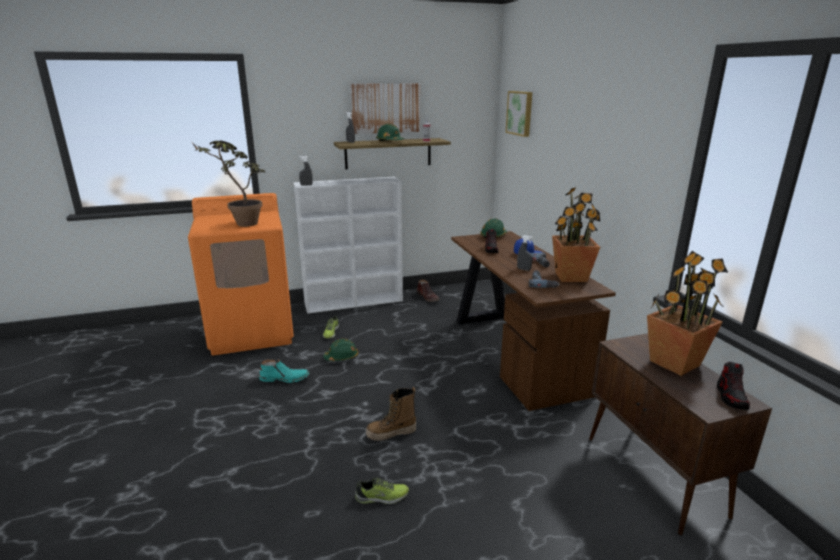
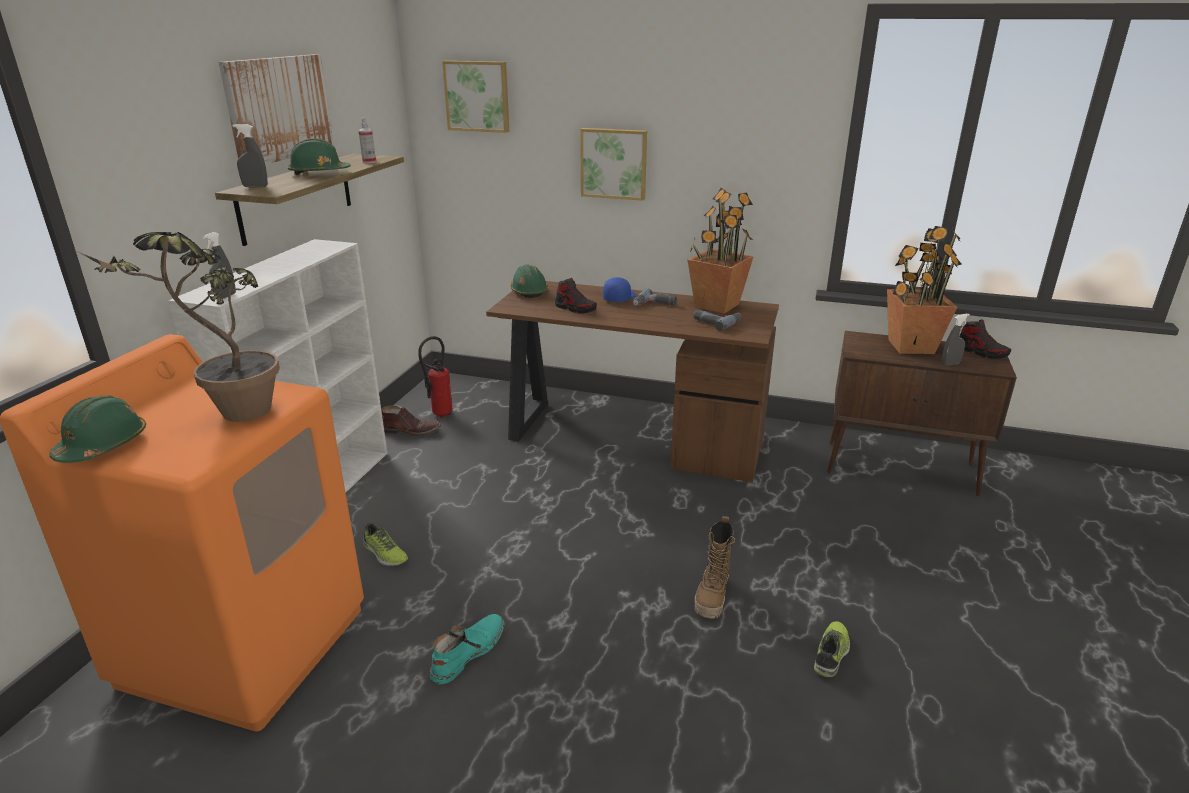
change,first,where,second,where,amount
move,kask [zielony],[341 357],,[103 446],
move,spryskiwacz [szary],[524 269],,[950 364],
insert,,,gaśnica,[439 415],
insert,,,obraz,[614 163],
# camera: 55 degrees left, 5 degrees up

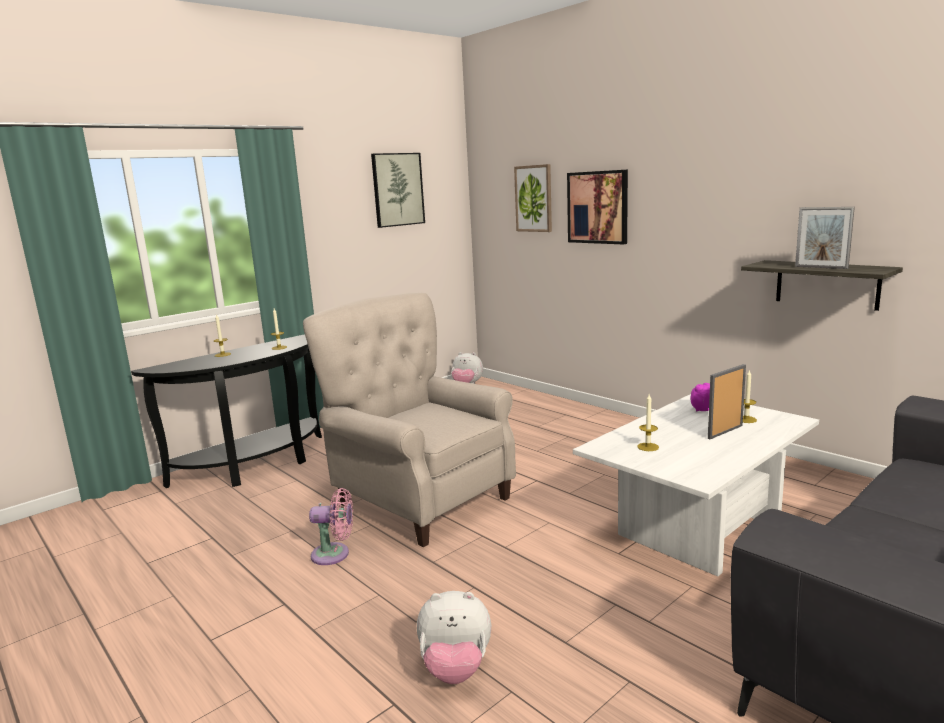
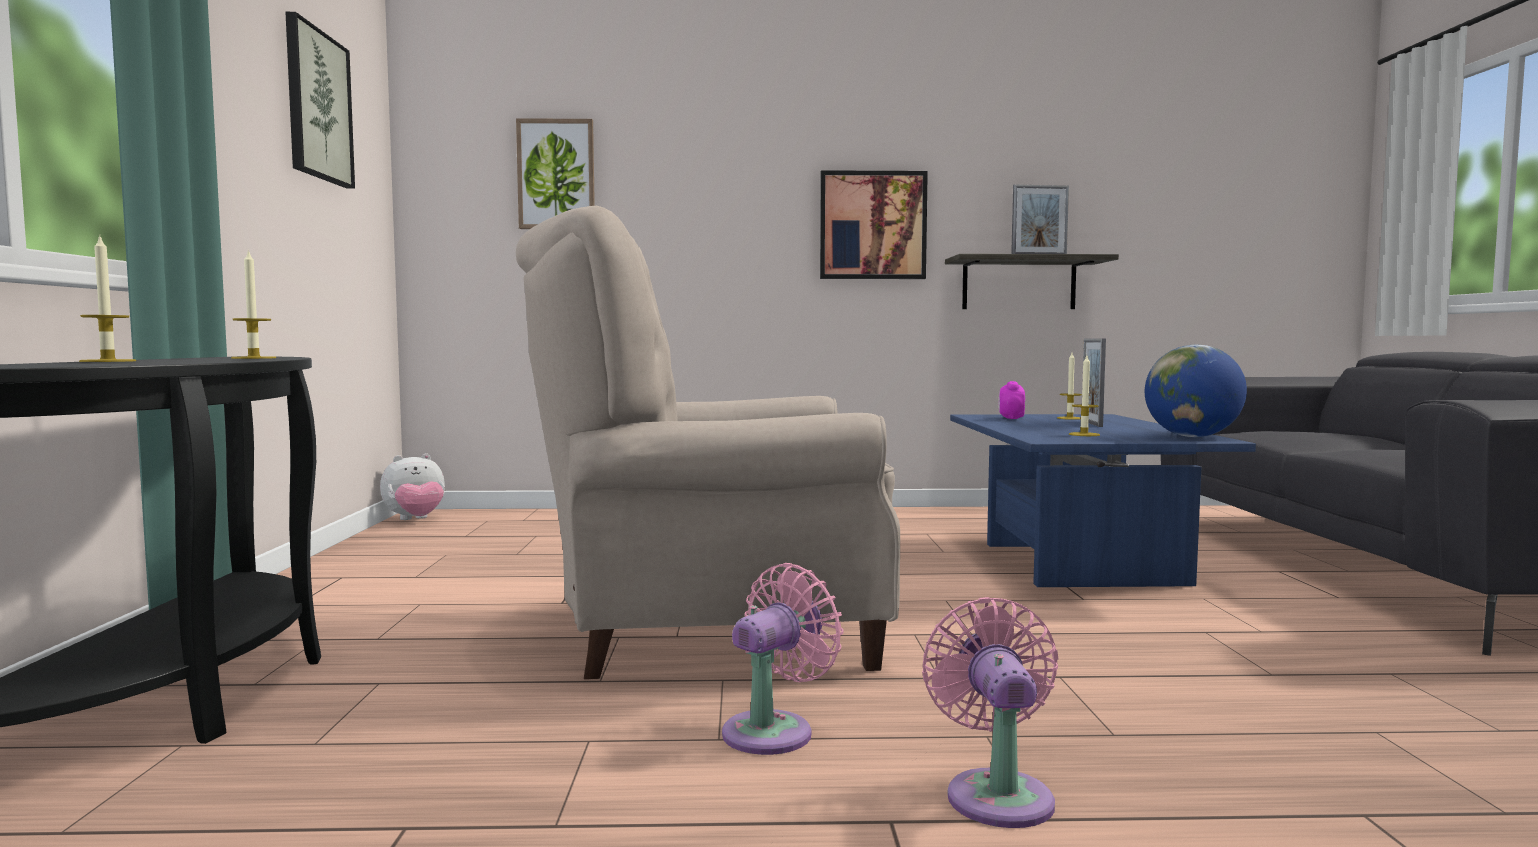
change,first,where,second,where,amount
delete,pluszak,[455 669],,,
move,obraz,[598 207],,[872 225],
recolor,ława [biały],[696 526],ława [niebieski],[1074 563],
insert,,,wentylator [różowy],[997 793],
insert,,,globus,[1192 436],
# camera: 50 degrees left, 10 degrees down

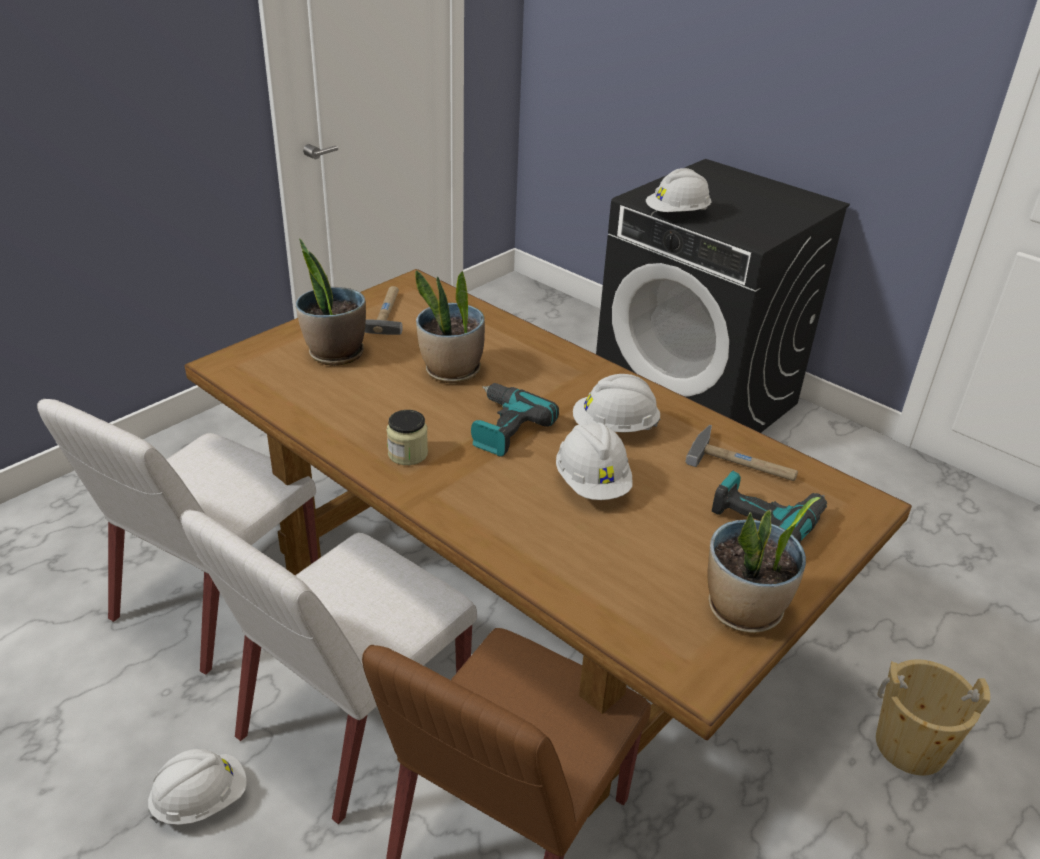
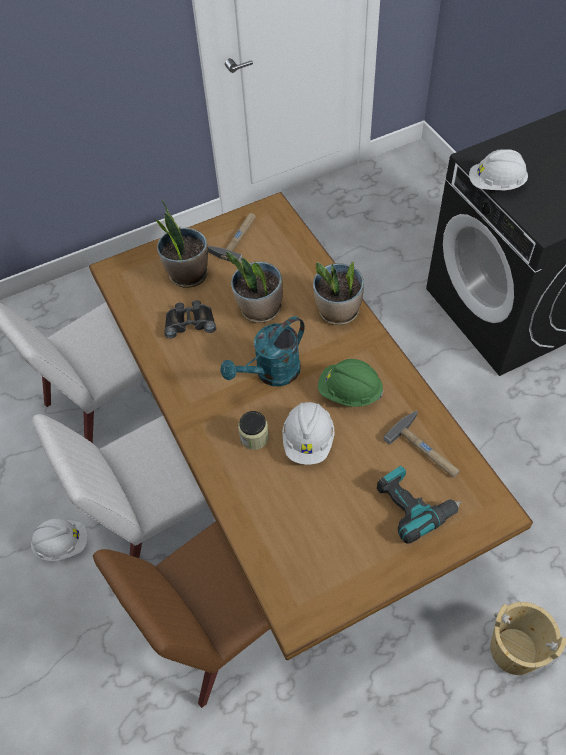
change,first,where,second,where,amount
move,słoik,[408 454],,[254 437],
replace,wiertarka,[503 428],konewka [turkusowy],[271 374],
recolor,kask [biały],[614 428],kask [zielony],[349 392],
move,roślina doniczkowa,[744 610],,[338 312],
insert,,,lornetka [czarny],[190 322],
# camera: 25 degrees right, 20 degrees up

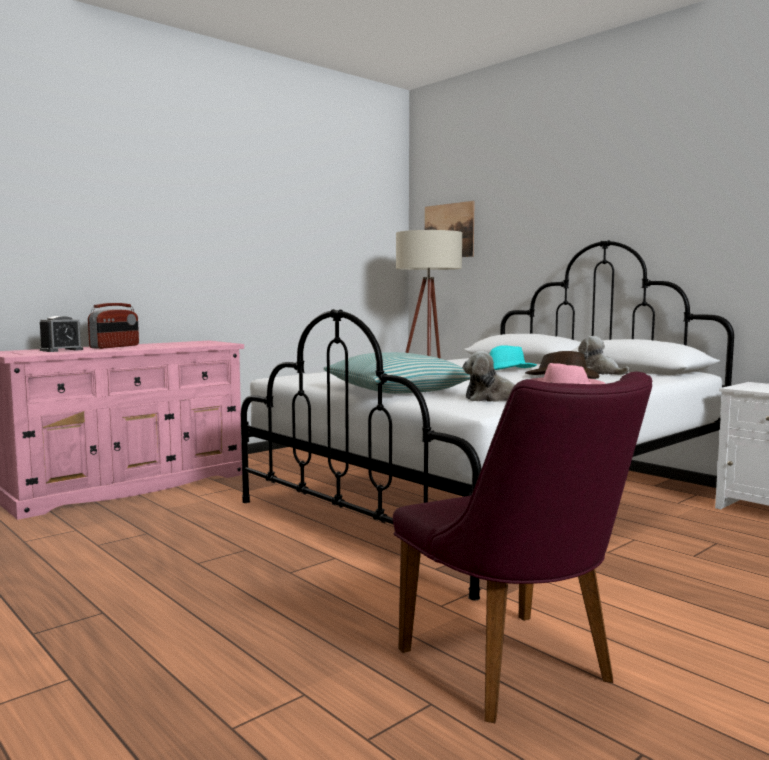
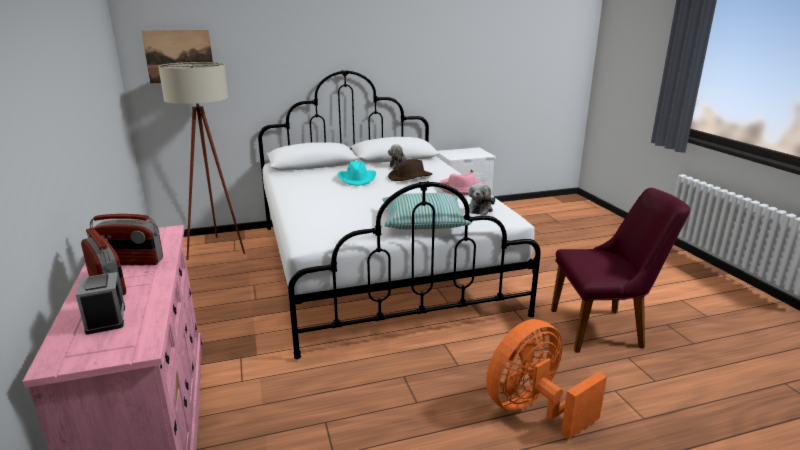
change,first,where,second,where,amount
insert,,,radio,[130 262],
insert,,,wentylator [pomarańczowy],[533 409],
# camera: 65 degrees left, 15 degrees up

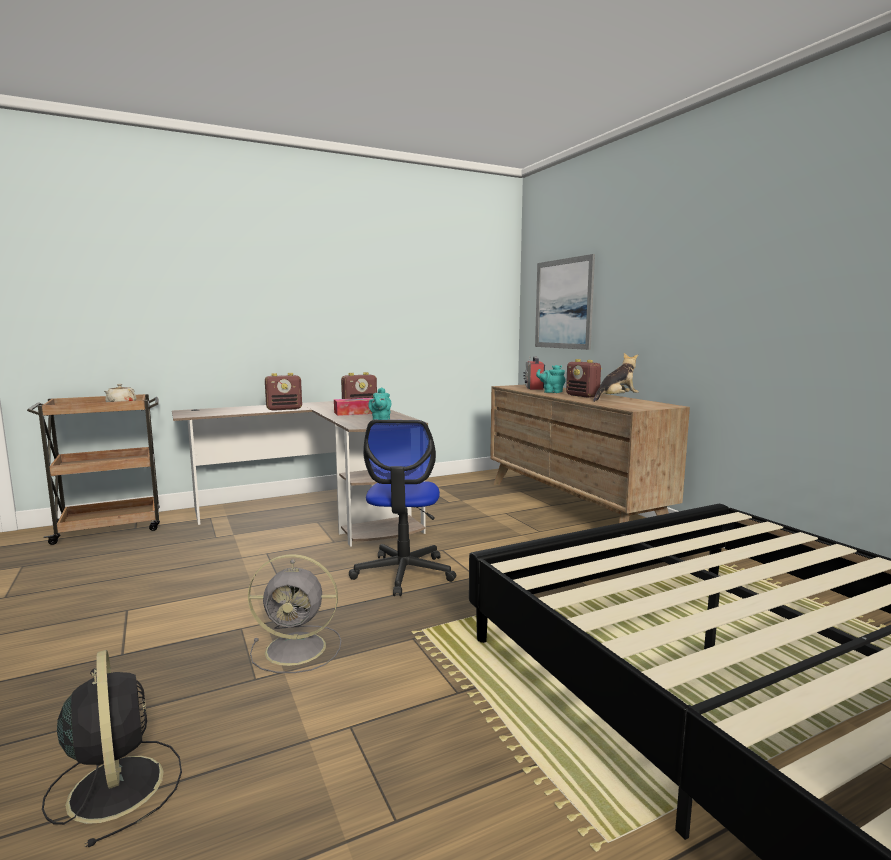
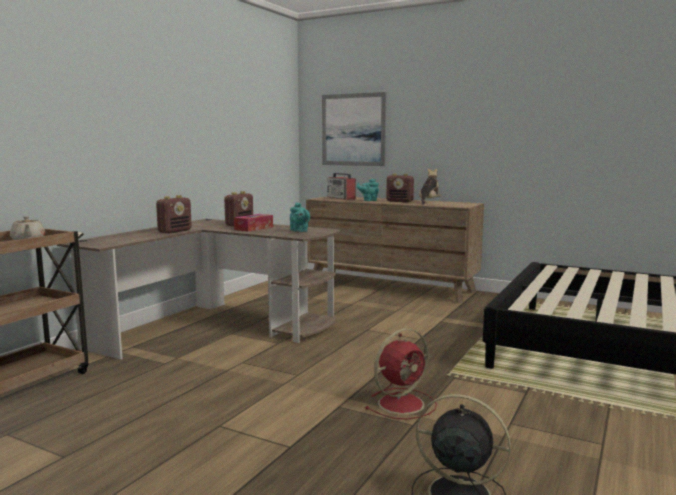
change,first,where,second,where,amount
recolor,wentylator [szary],[298 648],wentylator [czerwony],[402 403],
delete,krzesło biurowe,[403 573],,,
# camera: 35 degrees left, 0 degrees up

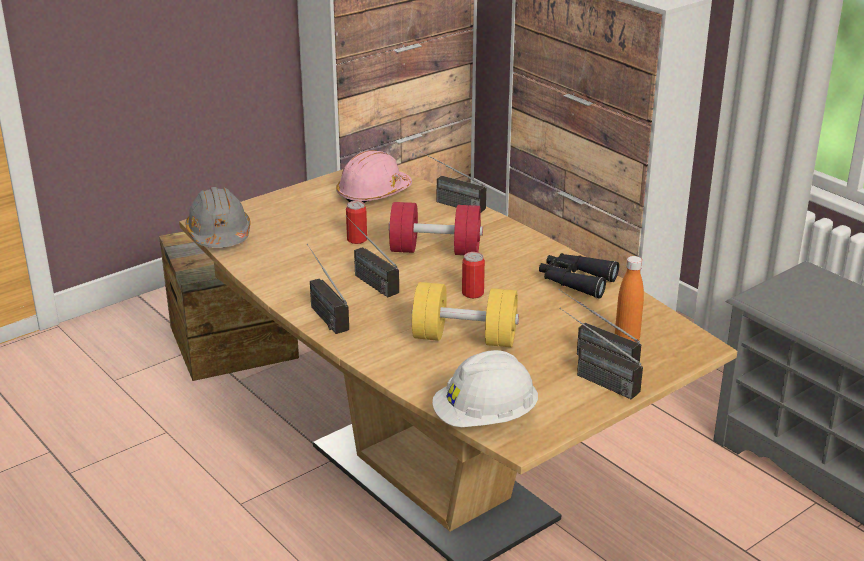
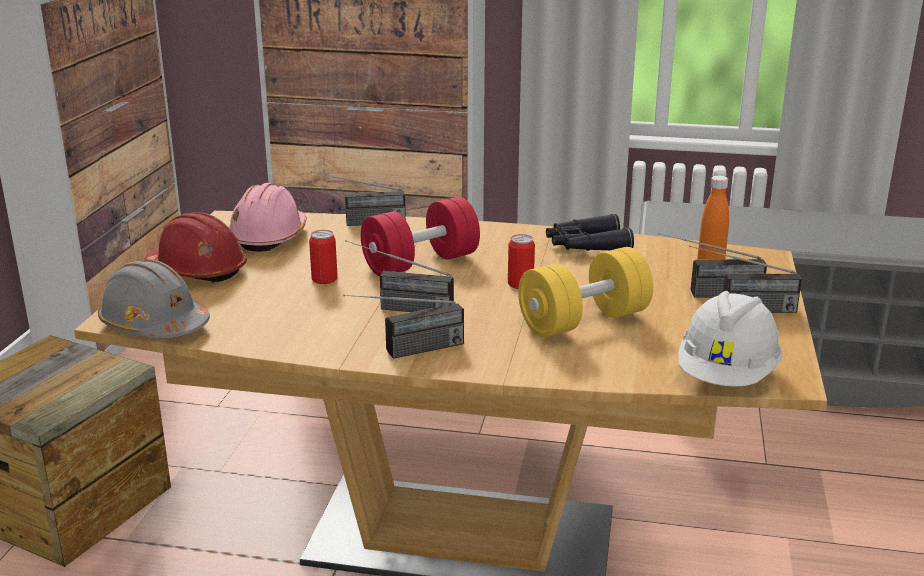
change,first,where,second,where,amount
rotate,radio,[321 311],,[406 352],45 degrees counterclockwise
insert,,,kask [czerwony],[198 270],
# camera: 40 degrees left, 5 degrees down

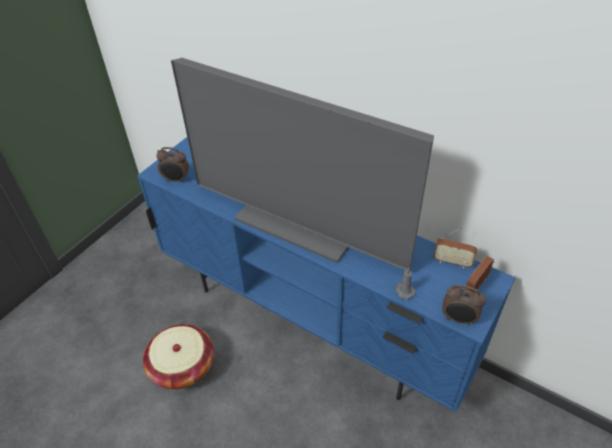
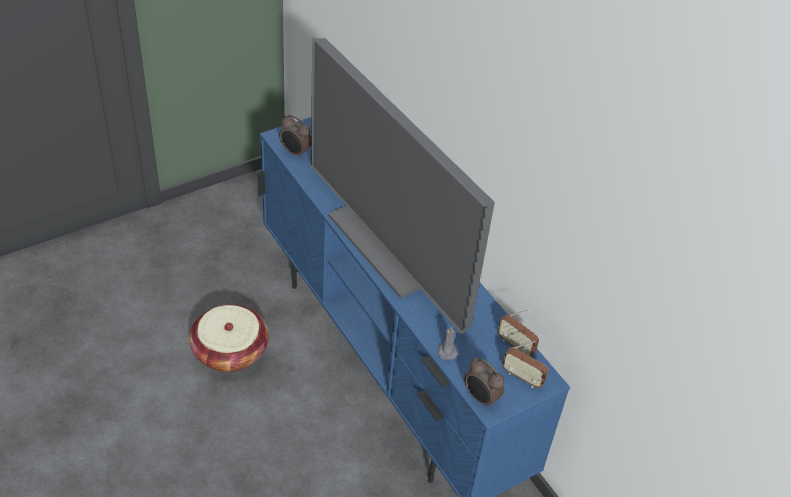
change,first,where,second,where,amount
rotate,radio,[476 286],,[522 377],120 degrees counterclockwise
# camera: 20 degrees right, 0 degrees up

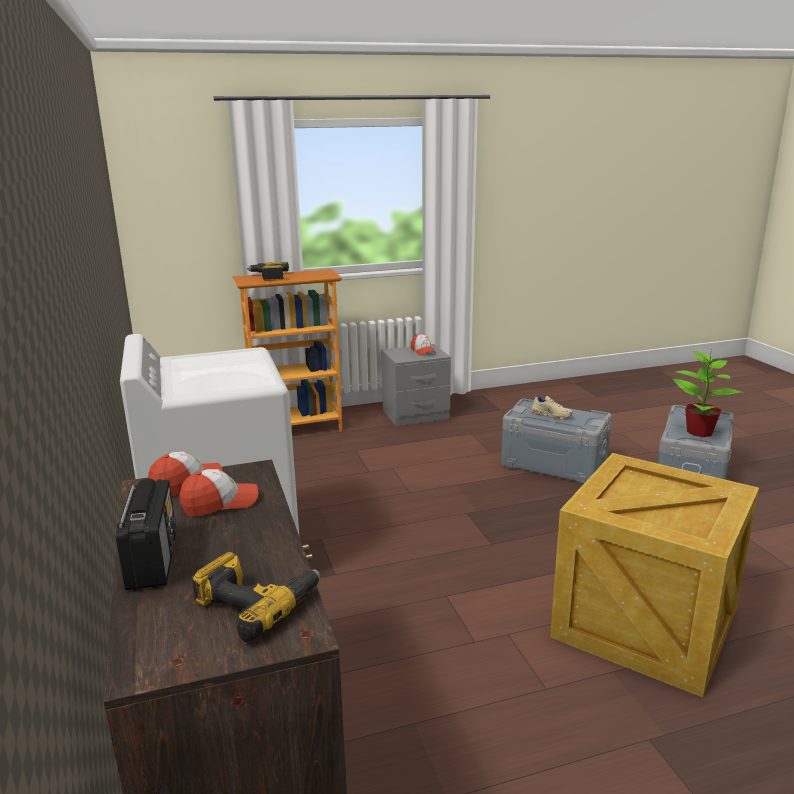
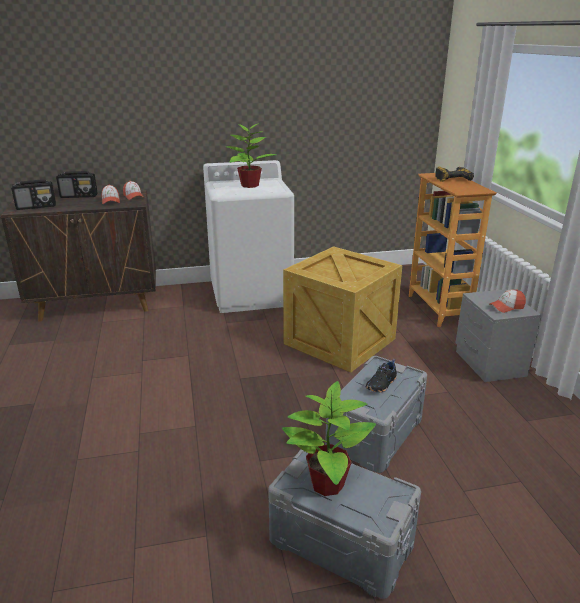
change,first,where,second,where,amount
replace,wiertarka,[256 603],radio,[36 207],
recolor,but [beżowy],[551 415],but [czarny],[382 384],
move,skrzynka,[642 624],,[339 340],
insert,,,roślina doniczkowa,[249 185],
# camera: 95 degrees right, 5 degrees up

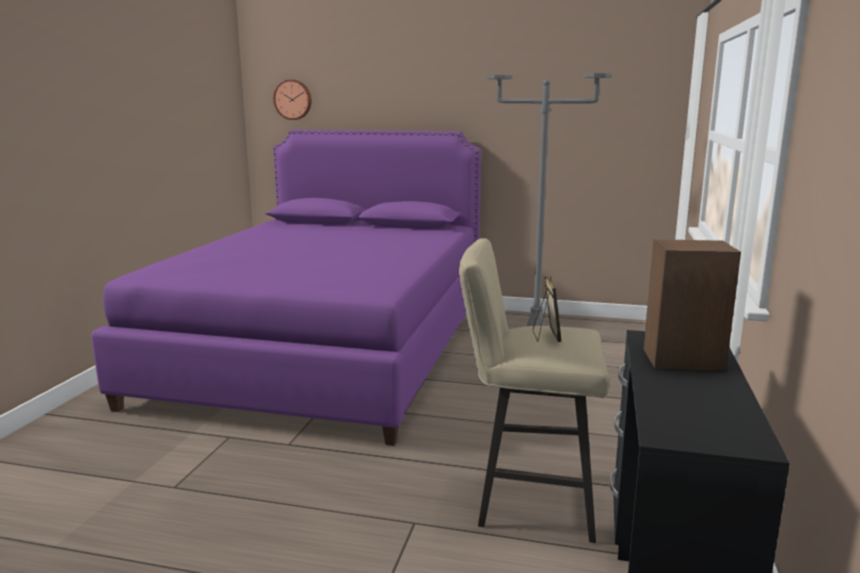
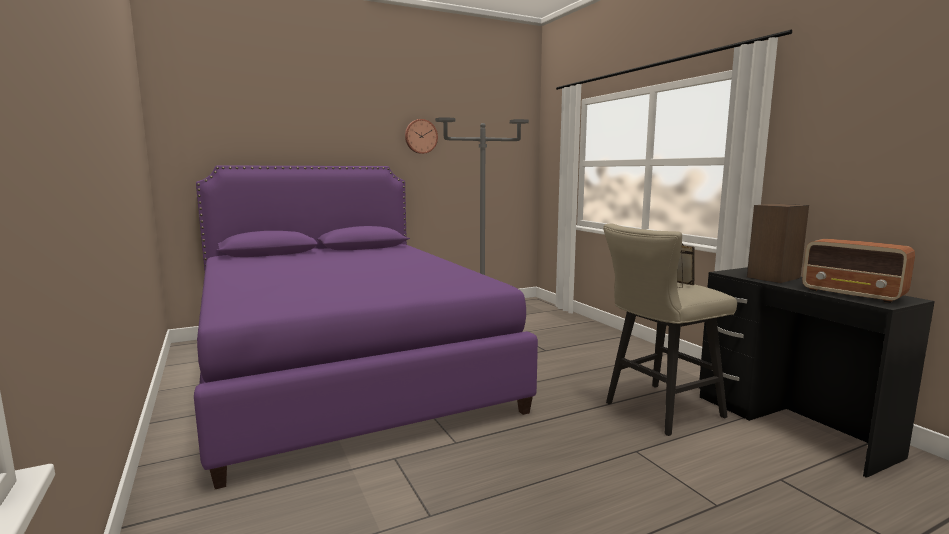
change,first,where,second,where,amount
move,zegar ścienny,[293 99],,[420 136],
insert,,,radio,[853 294],
# camera: 40 degrees left, 5 degrees down

